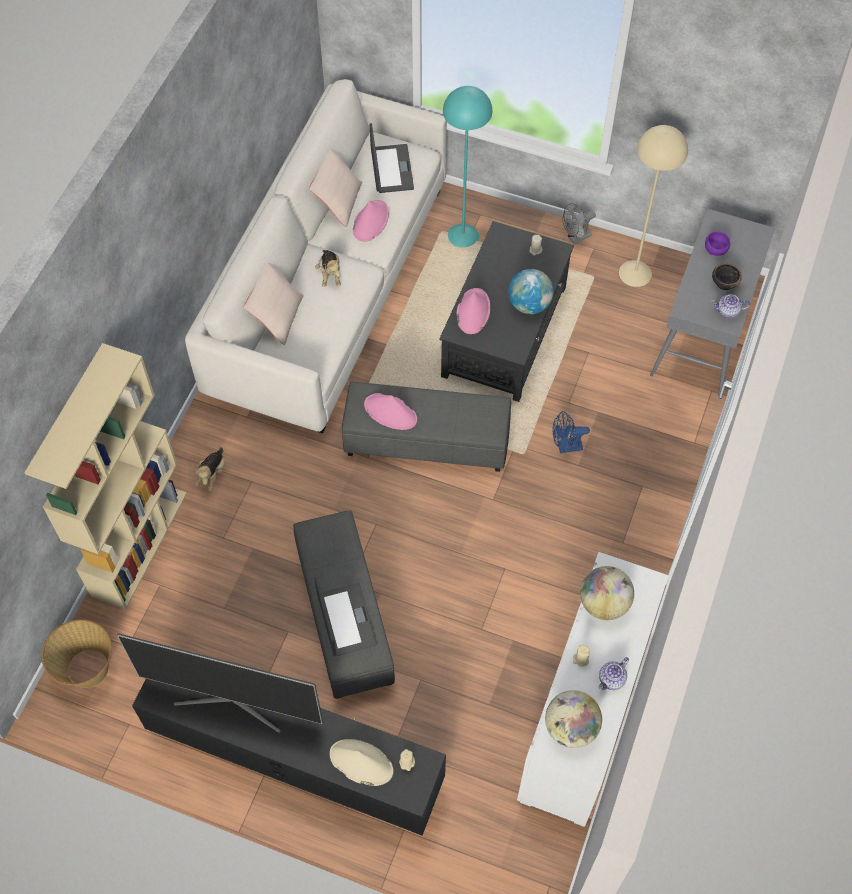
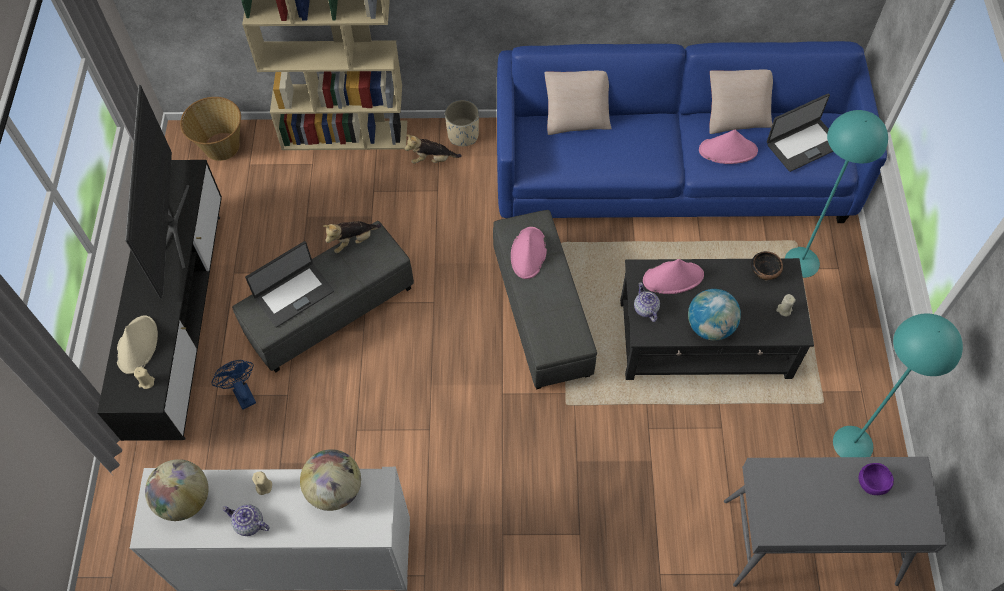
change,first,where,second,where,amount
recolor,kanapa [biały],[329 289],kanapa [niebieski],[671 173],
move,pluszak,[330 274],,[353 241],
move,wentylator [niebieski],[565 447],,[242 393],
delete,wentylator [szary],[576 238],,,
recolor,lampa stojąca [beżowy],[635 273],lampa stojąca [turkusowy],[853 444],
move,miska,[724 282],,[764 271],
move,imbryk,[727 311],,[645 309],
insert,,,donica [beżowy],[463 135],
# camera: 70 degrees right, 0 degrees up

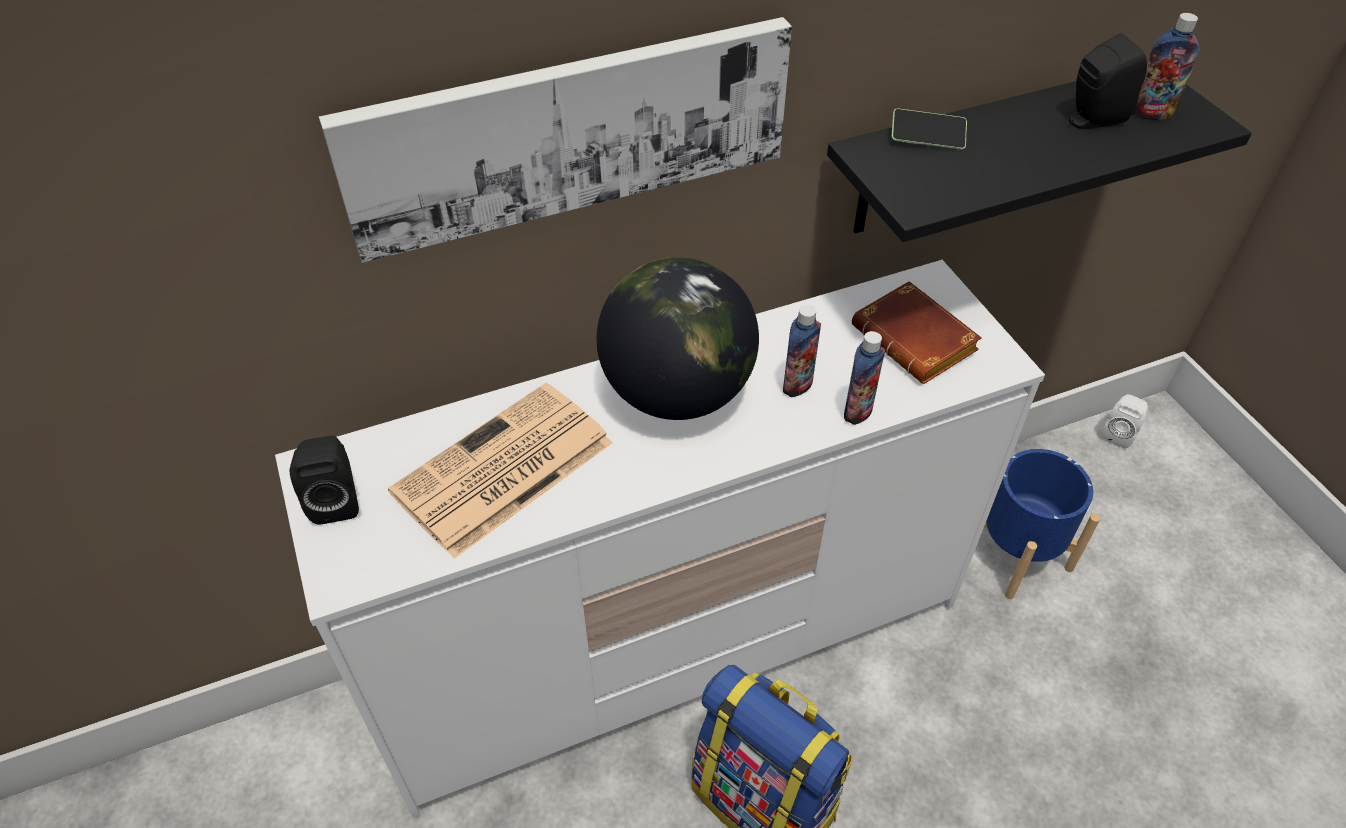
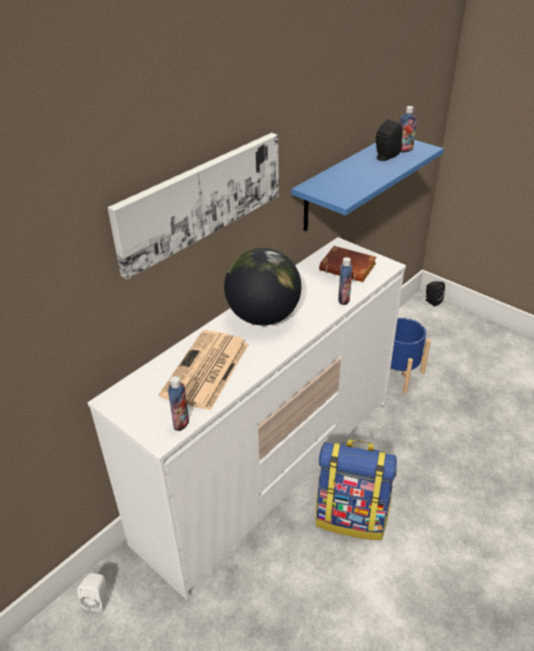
change,first,where,second,where,amount
move,głośnik [czarny],[336 500],,[432 301],
move,butelka,[797 385],,[181 422],
recolor,półka [czarny],[985 150],półka [niebieski],[344 183],
delete,telefon,[927 138],,,
move,głośnik [biały],[1119 434],,[98 599],
# camera: 25 degrees left, 10 degrees down

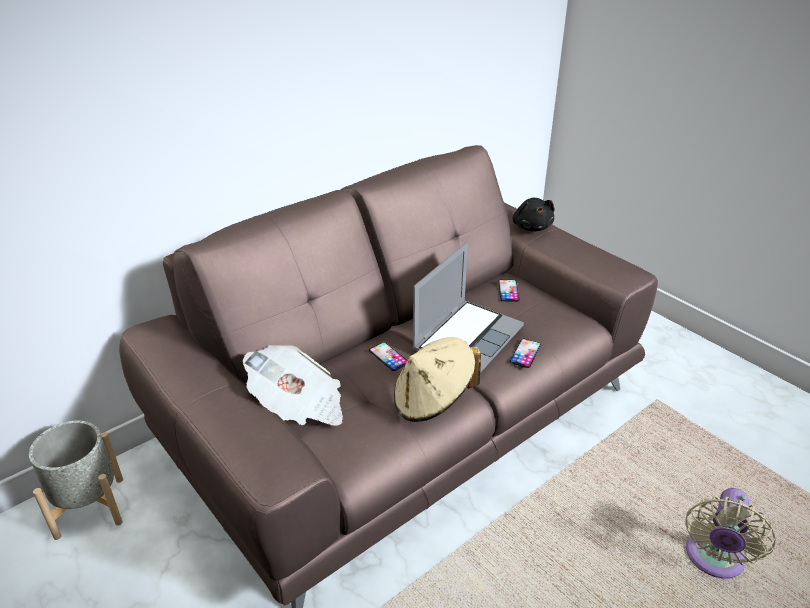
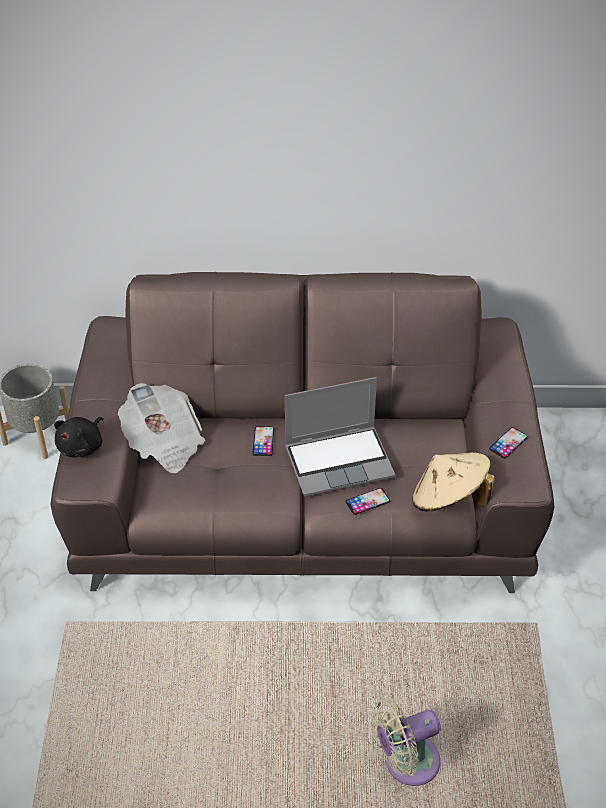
change,first,where,second,where,amount
move,kapelusz [beżowy],[433 401],,[449 500],
move,telefon,[508 291],,[508 443],
move,pluszak [czarny],[531 227],,[82 446],
# camera: 40 degrees right, 10 degrees up

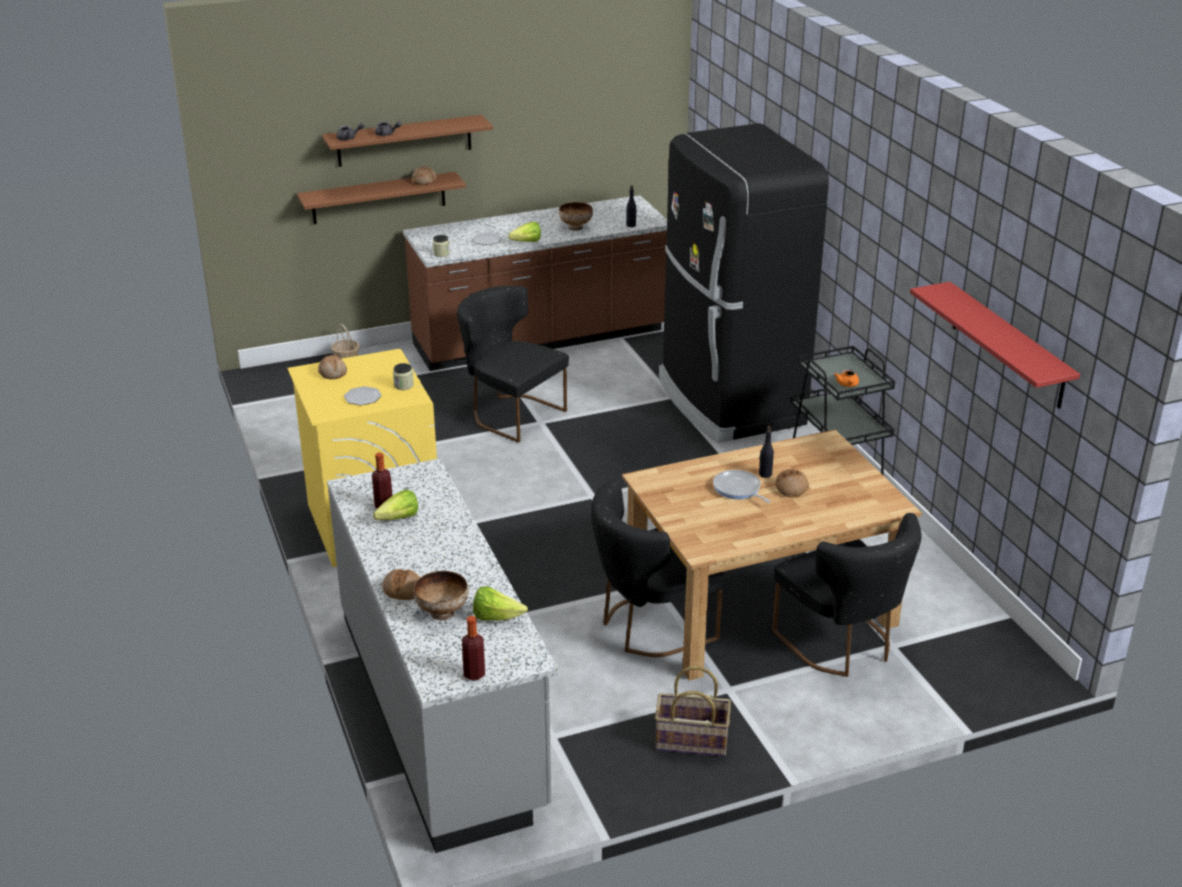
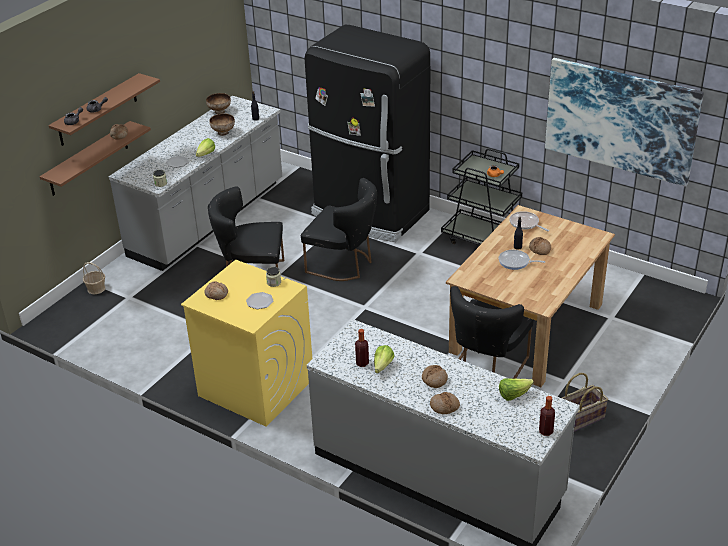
change,first,where,second,where,amount
recolor,zabudowa kuchenna [brązowy],[540 339],zabudowa kuchenna [szary],[209 219],
move,miska,[443 612],,[220 111],
move,krzesło [czarny],[841 645],,[344 264],
replace,półka [czerwony],[1007 345],obraz,[620 120],
insert,,,chleb,[434 379],
insert,,,patelnia,[525 224],
# camera: 35 degrees left, 5 degrees up

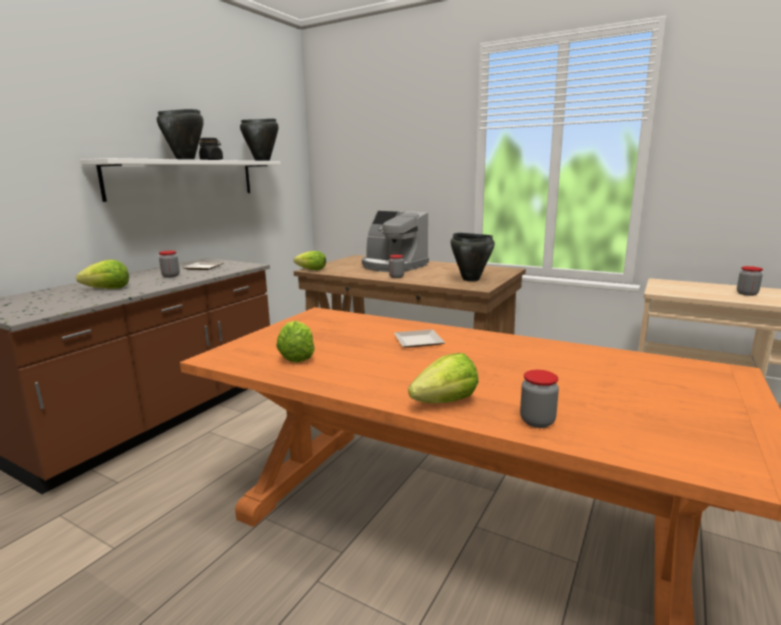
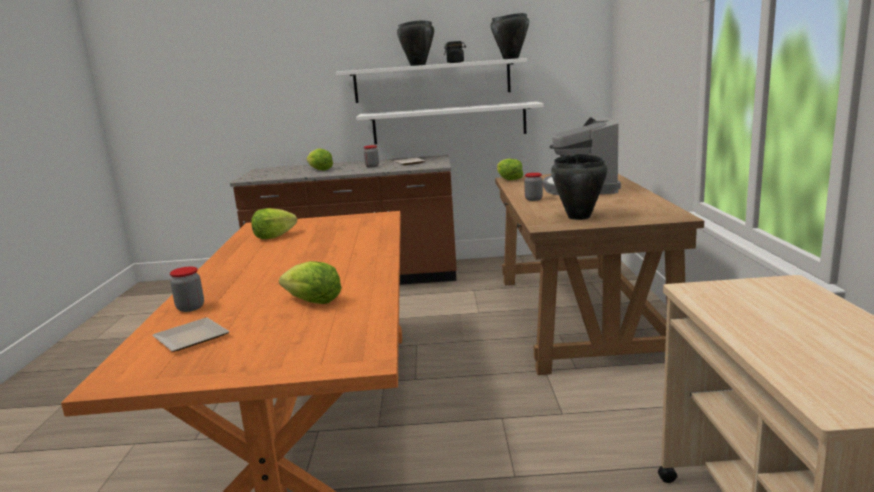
change,first,where,second,where,amount
move,talerz,[417 342],,[188 338],
move,sałata,[445 402],,[313 302],
delete,słoik,[747 294],,,
insert,,,półka [biały],[449 123],
# camera: 60 degrees right, 0 degrees up

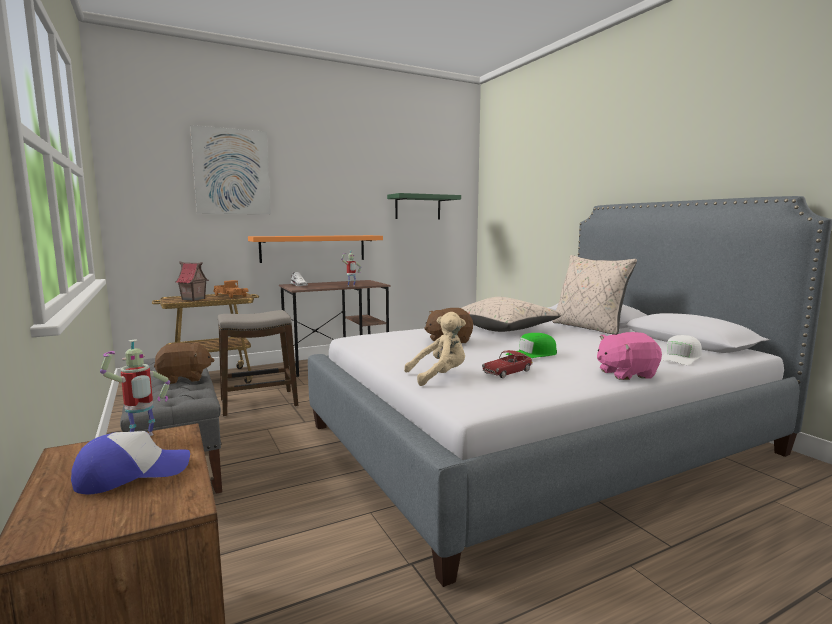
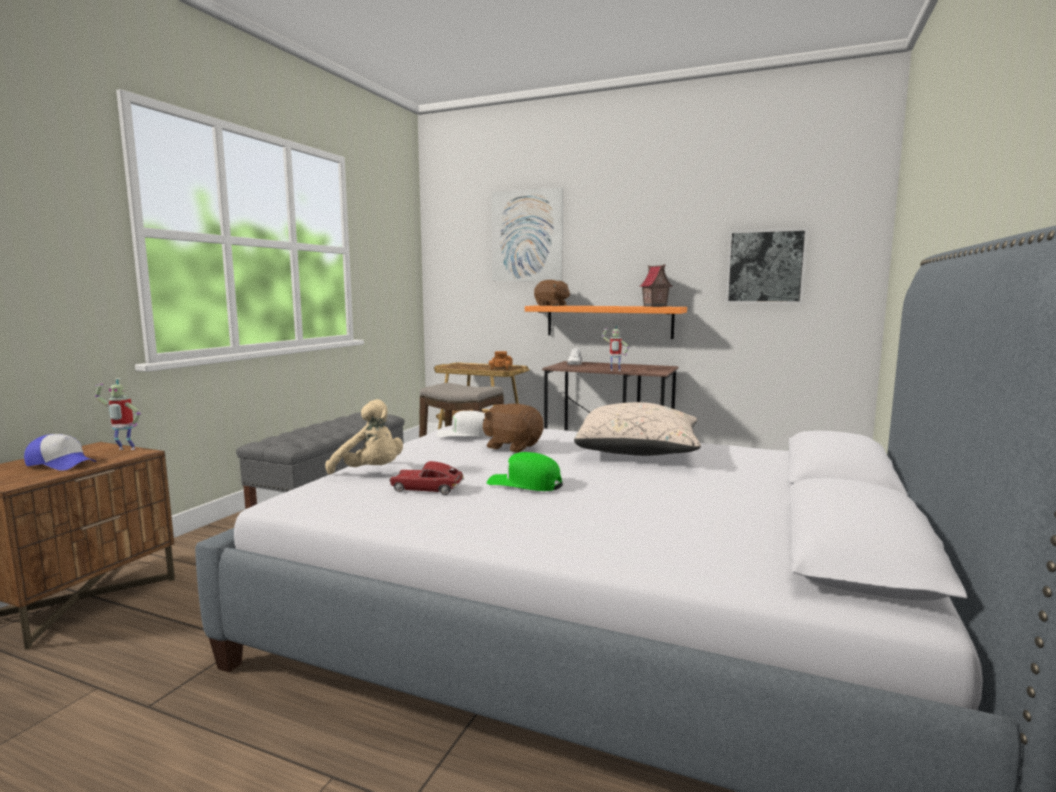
change,first,where,second,where,amount
move,pluszak [brązowy],[184 378],,[551 305],
move,domek,[193 299],,[654 306],
replace,półka [zielony],[418 207],obraz,[765 266],
delete,poduszka [beżowy],[589 327],,,
delete,pluszak [różowy],[625 374],,,
move,czapka z daszkiem [biały],[680 358],,[466 434],
# camera: 50 degrees right, 0 degrees up

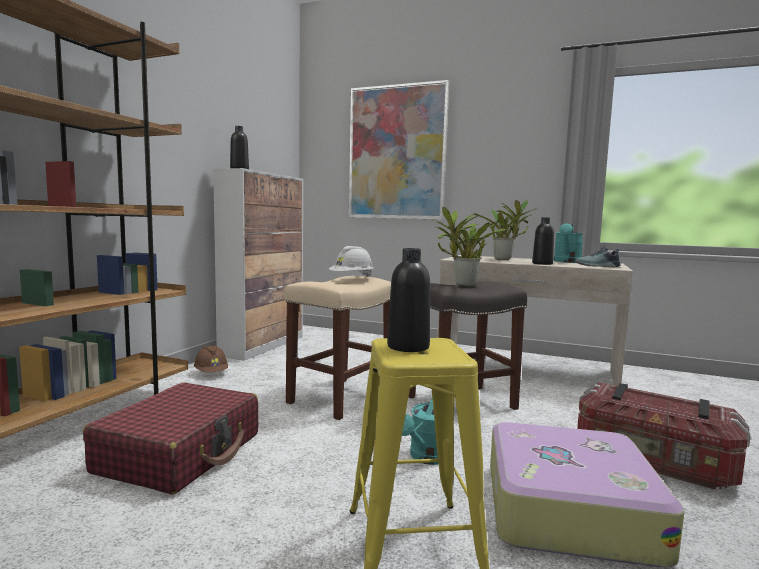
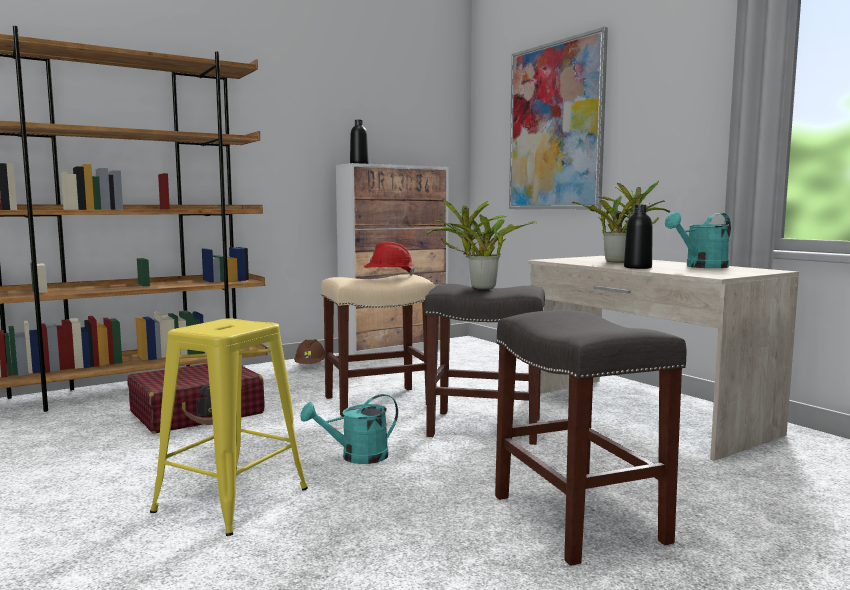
change,first,where,second,where,amount
recolor,kask [biały],[352 278],kask [czerwony],[388 276],
delete,butelka [czarny],[408 347],,,
delete,walizka,[567 509],,,
delete,but,[598 266],,,
replace,pojemnik do przechowywania,[653 462],stołek [szary],[580 519],
# camera: 35 degrees right, 0 degrees up

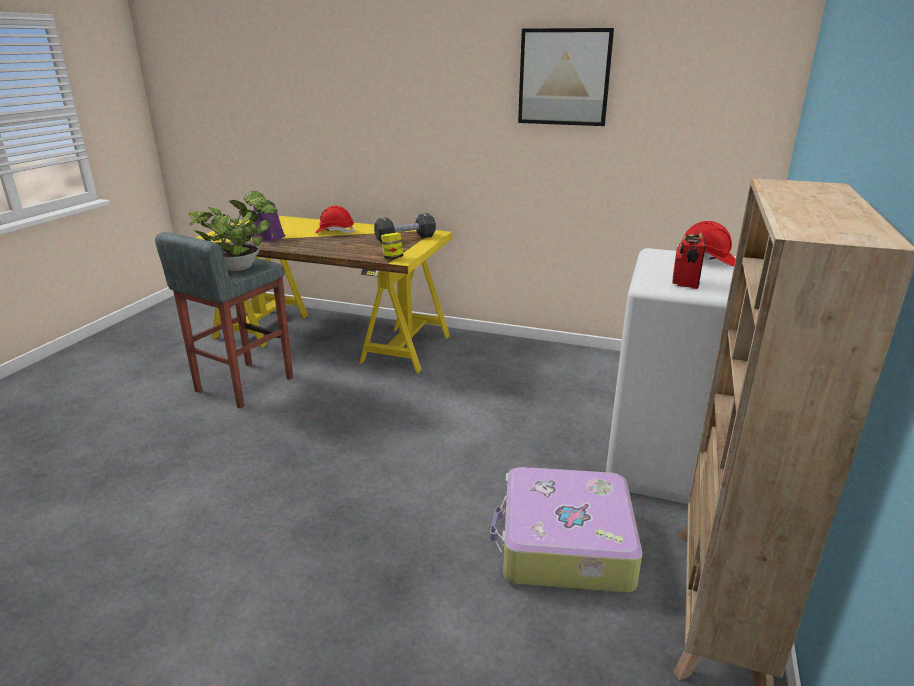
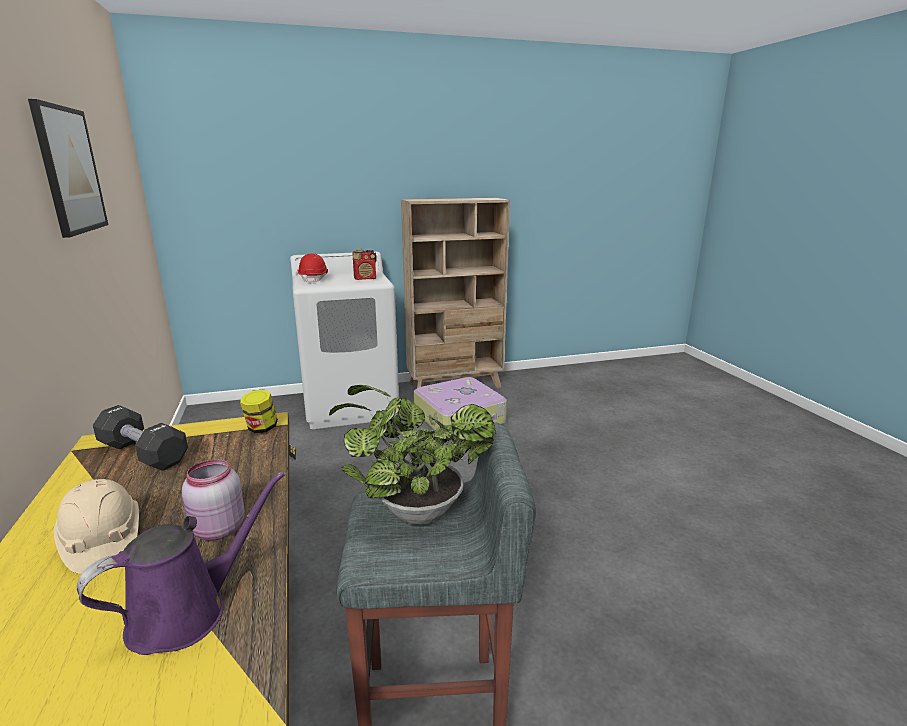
change,first,where,second,where,amount
recolor,kask [czerwony],[335 232],kask [beżowy],[102 542],
insert,,,słoik [różowy],[217 530],
# camera: 125 degrees left, 5 degrees down

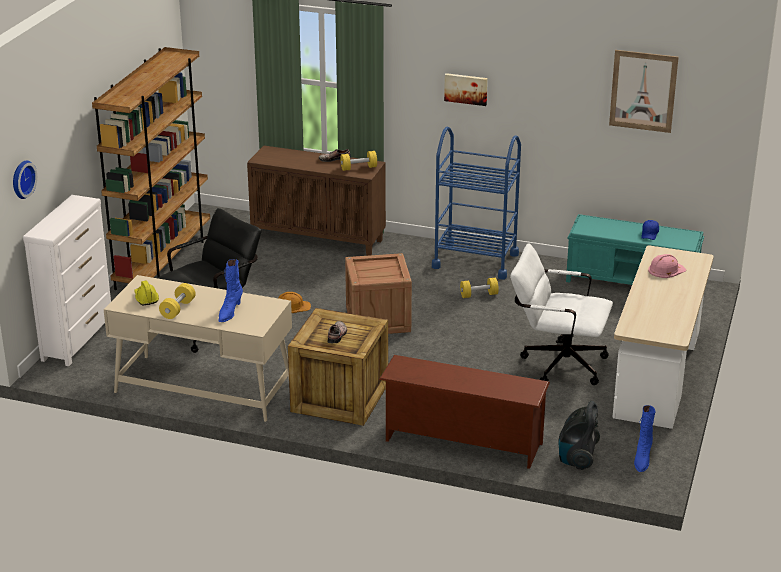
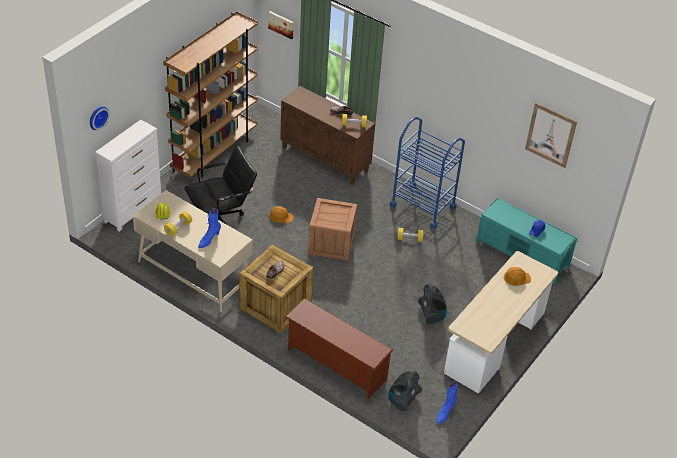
change,first,where,second,where,amount
move,obraz,[466 88],,[281 24],
replace,krzesło biurowe [biały],[557 363],odkurzacz,[431 314],
recolor,kask [różowy],[666 270],kask [pomarańczowy],[516 277],
# camera: 15 degrees right, 15 degrees up

